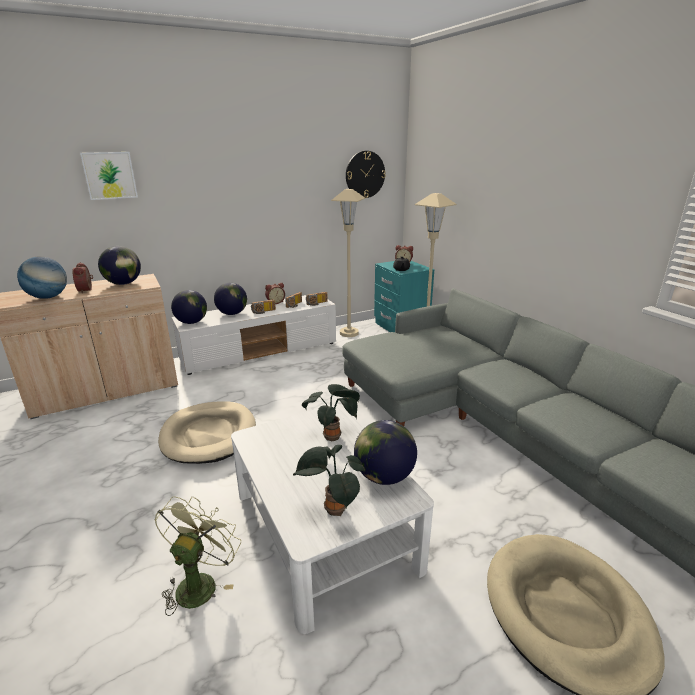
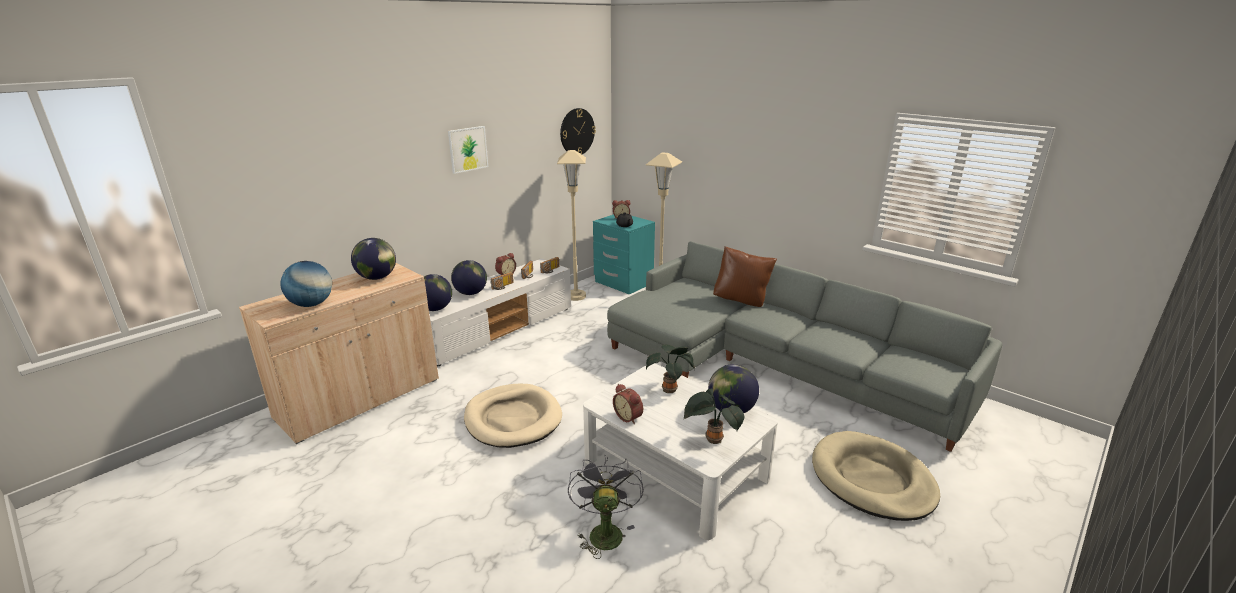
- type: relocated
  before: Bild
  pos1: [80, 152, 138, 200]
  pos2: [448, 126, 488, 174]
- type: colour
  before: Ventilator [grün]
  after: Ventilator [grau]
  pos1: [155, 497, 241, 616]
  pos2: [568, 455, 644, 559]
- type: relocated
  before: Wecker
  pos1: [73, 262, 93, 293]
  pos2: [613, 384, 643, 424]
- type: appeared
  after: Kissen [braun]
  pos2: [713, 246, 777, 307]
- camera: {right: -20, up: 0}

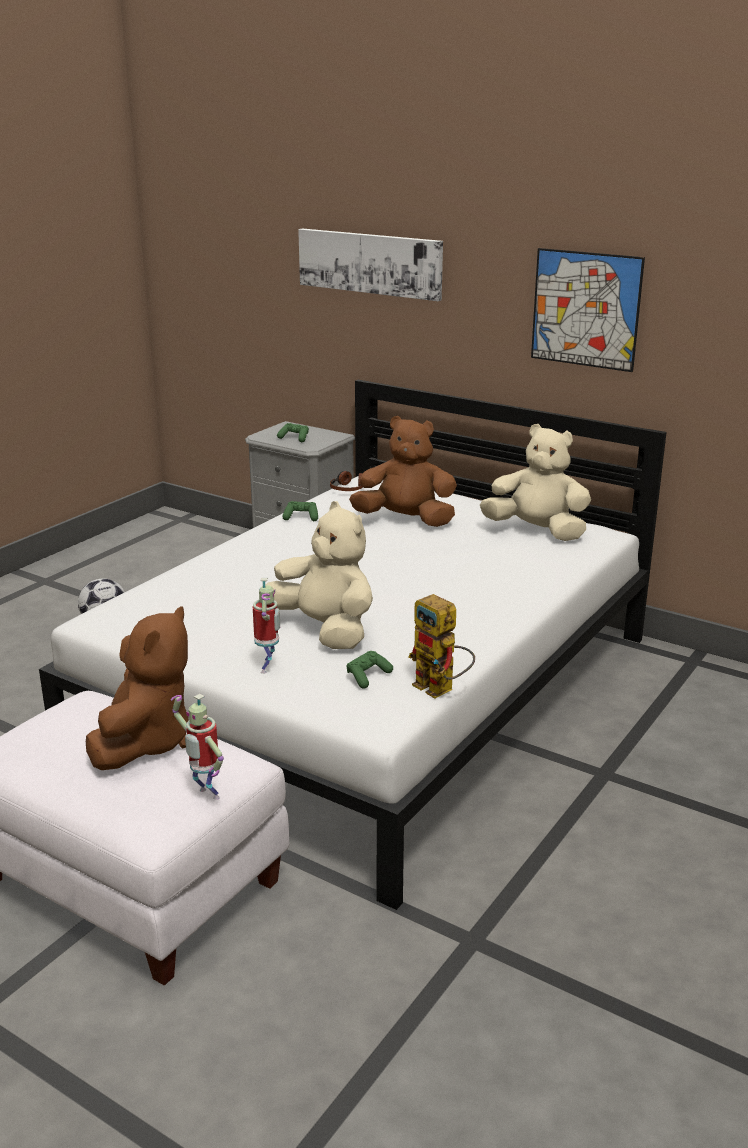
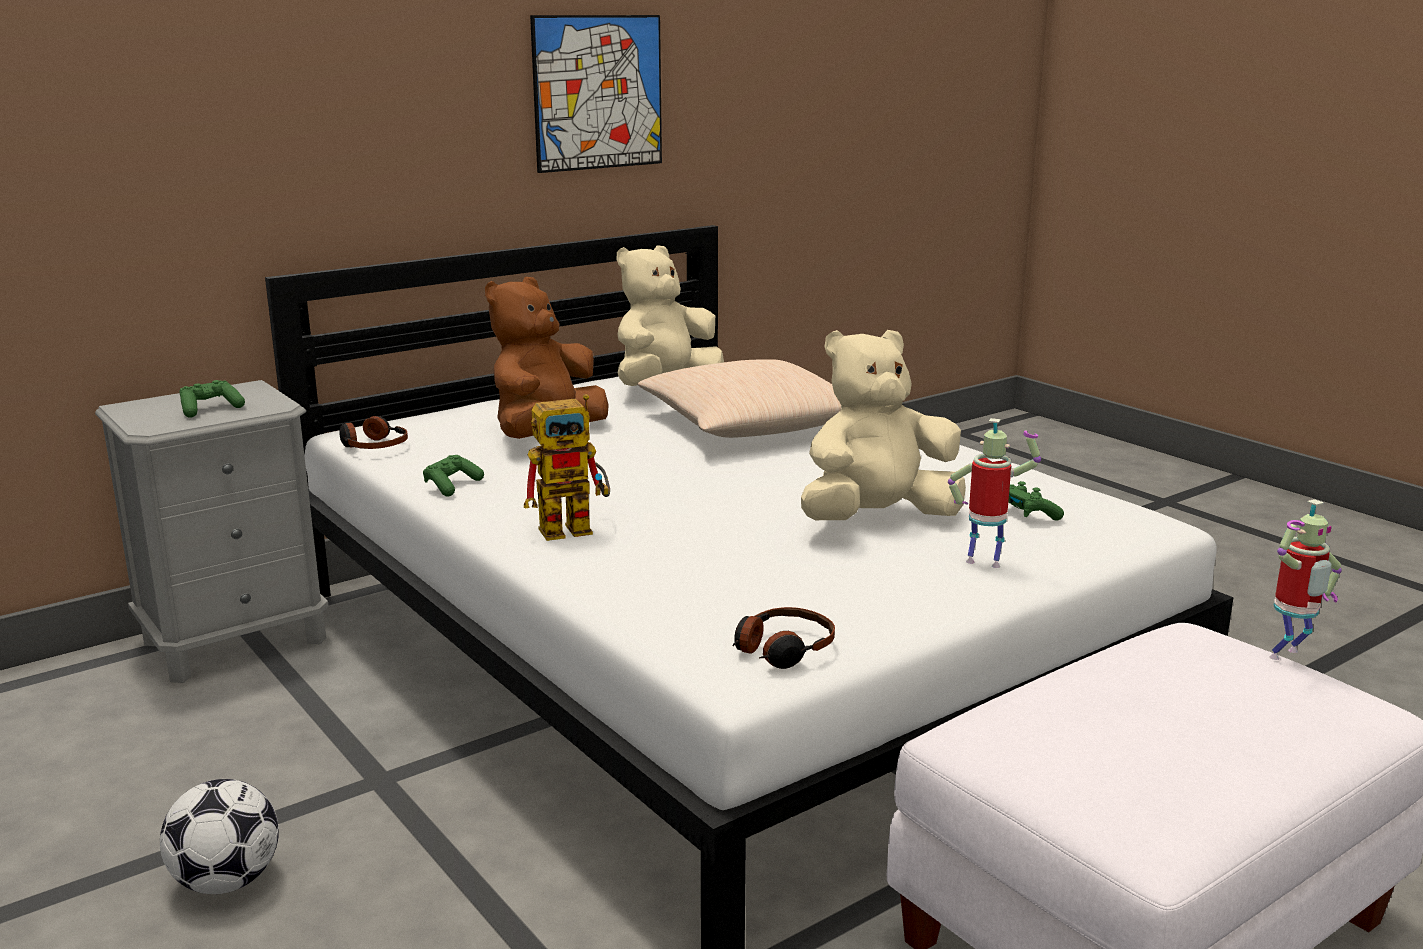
- type: relocated
  before: Spielzeugroboter
  pos1: [408, 594, 475, 698]
  pos2: [524, 394, 610, 541]
- type: appeared
  after: Kissen [beige]
  pos2: [637, 359, 841, 438]
- type: appeared
  after: Kopfhörer
  pos2: [732, 607, 835, 669]
- type: missing
  before: Plüschtier [braun]
  pos1: [86, 606, 188, 770]
- type: missing
  before: Bild
  pos1: [298, 229, 443, 301]
- camera: {right: -70, up: -5}

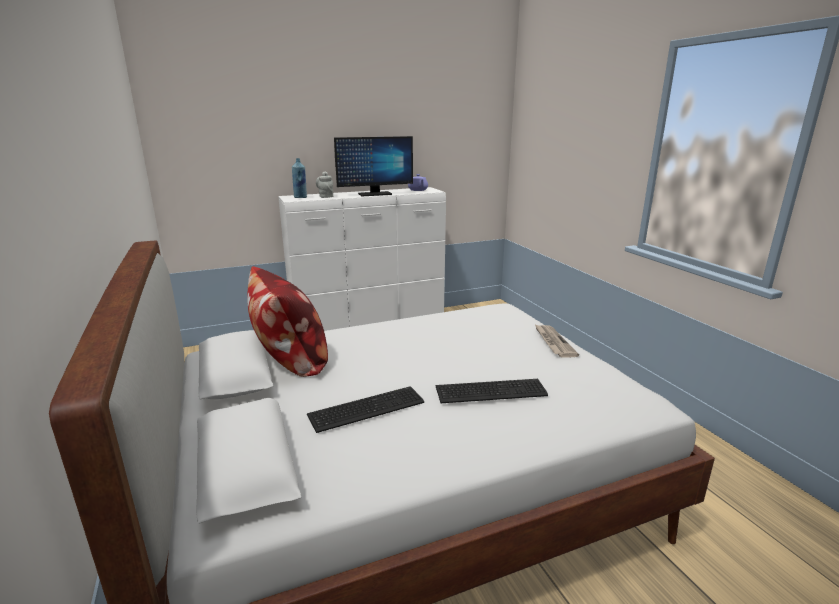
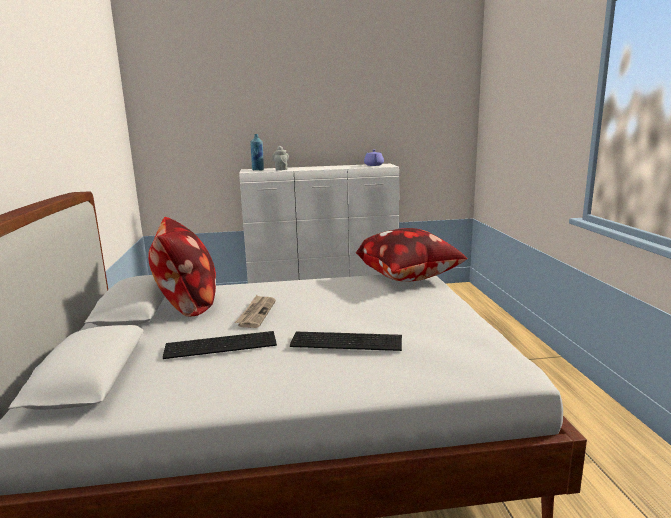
- type: relocated
  before: Zeitung
  pos1: [535, 325, 579, 358]
  pos2: [235, 295, 276, 328]
- type: appeared
  after: Kissen
  pos2: [356, 228, 467, 282]
- type: missing
  before: Monitor
  pos1: [334, 136, 413, 196]
- camera: {right: 15, up: -5}

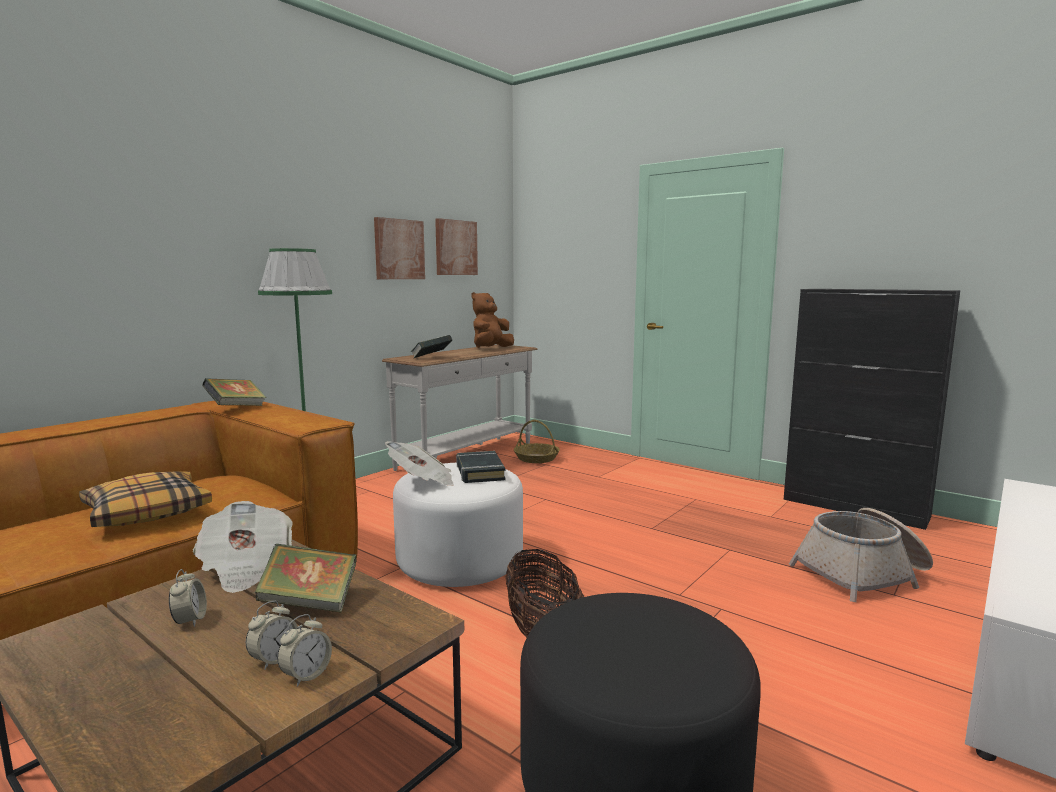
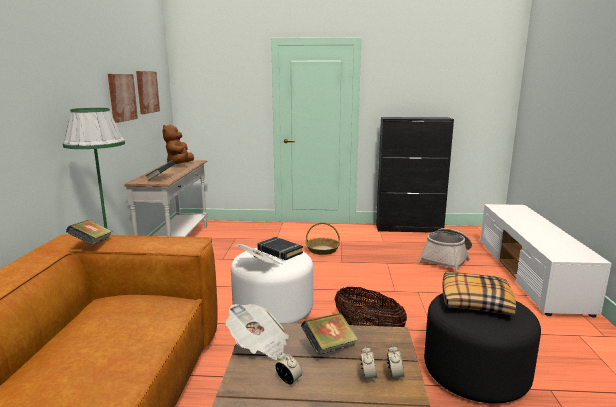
- type: relocated
  before: Korb
  pos1: [514, 420, 560, 463]
  pos2: [306, 223, 340, 255]
- type: relocated
  before: Kissen
  pos1: [79, 472, 212, 527]
  pos2: [442, 272, 516, 316]
- camera: {right: -35, up: 5}

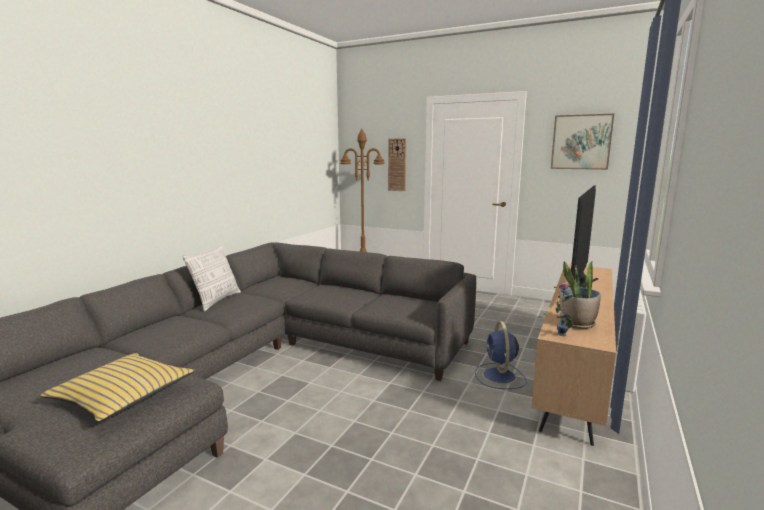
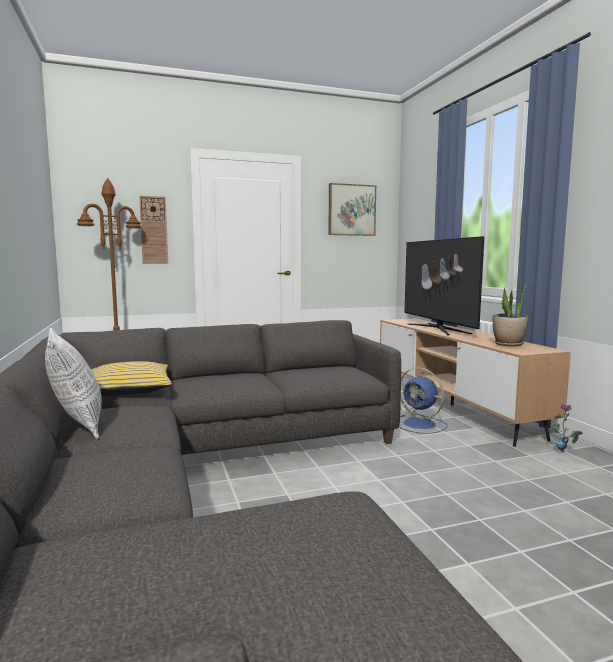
- type: relocated
  before: Kissen [gelb]
  pos1: [40, 353, 195, 422]
  pos2: [91, 361, 172, 396]
- type: relocated
  before: Vase
  pos1: [556, 283, 574, 336]
  pos2: [551, 404, 583, 453]
- camera: {right: -45, up: -5}

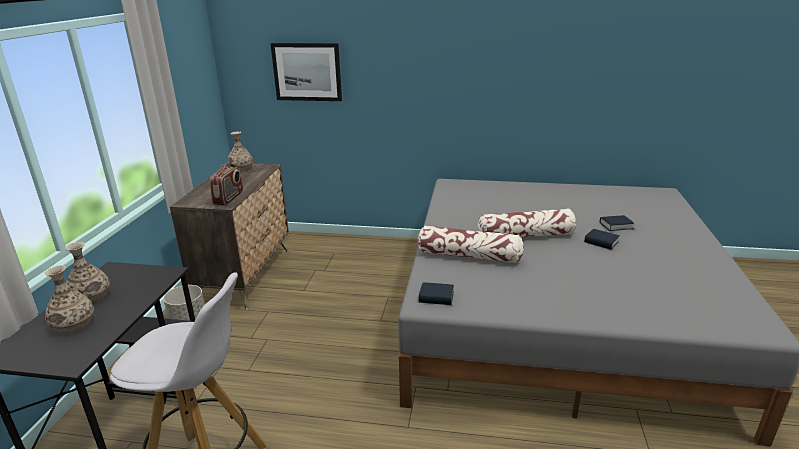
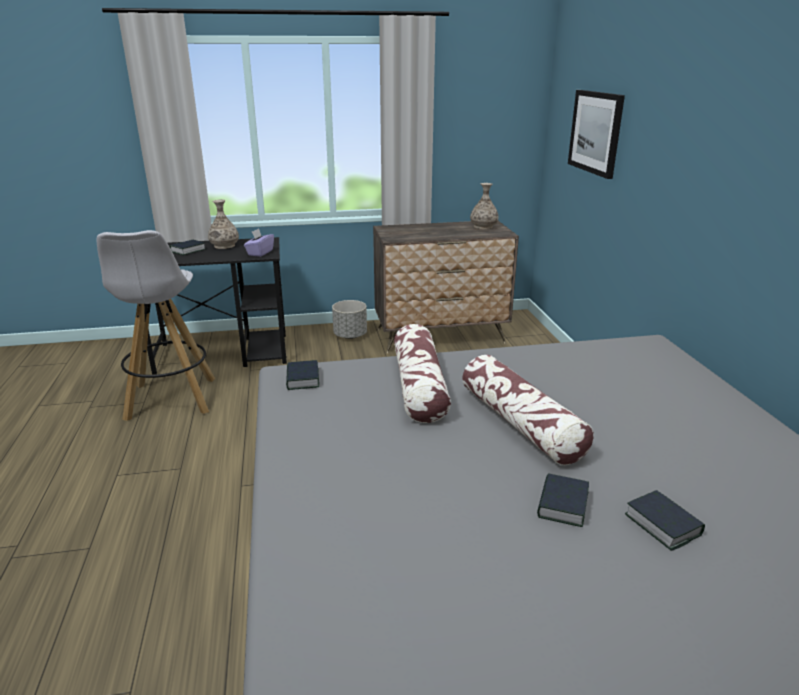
- type: exchanged
  before: Vase
  after: Buch
  pos1: [45, 265, 94, 334]
  pos2: [170, 240, 206, 255]
- type: appeared
  after: Taschentuchbox [lila]
  pos2: [244, 229, 274, 257]
- type: missing
  before: Radio
  pos1: [210, 163, 243, 205]
- camera: {right: 70, up: 0}

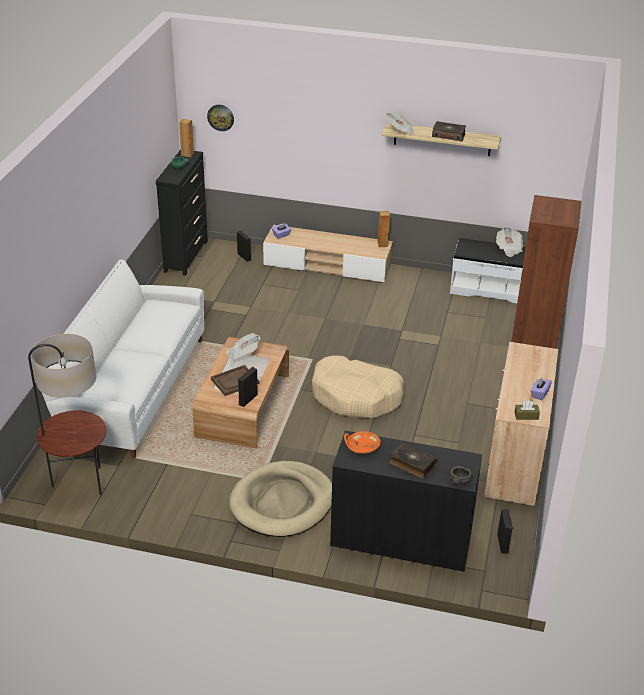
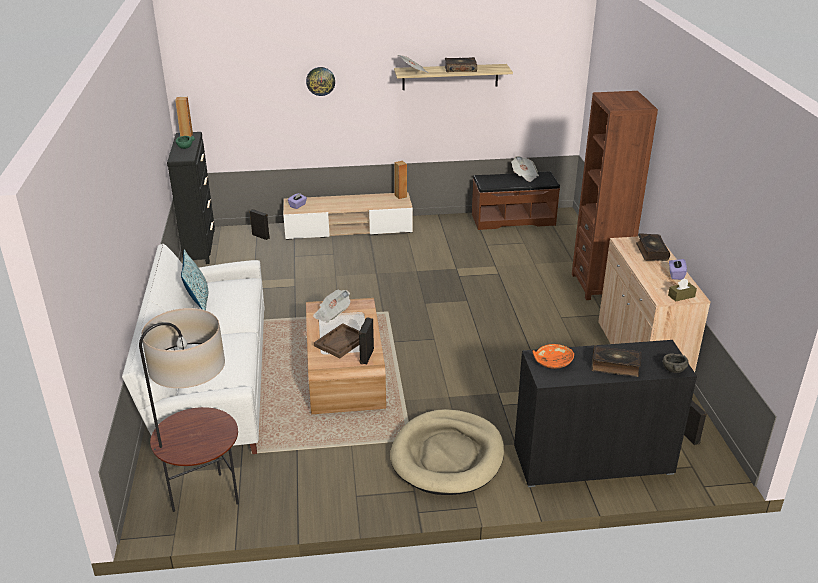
- type: appeared
  after: Kissen
  pos2: [181, 249, 208, 311]
- type: relocated
  before: Wanduhr
  pos1: [207, 105, 234, 131]
  pos2: [306, 67, 335, 96]
- type: colour
  before: Bank [weiß]
  after: Bank [braun]
  pos1: [450, 238, 526, 303]
  pos2: [472, 171, 560, 230]
- type: appeared
  after: Buch
  pos2: [636, 233, 670, 261]
- type: missing
  before: Hundebett [beige]
  pos1: [312, 355, 404, 419]
- camera: {right: -20, up: -5}

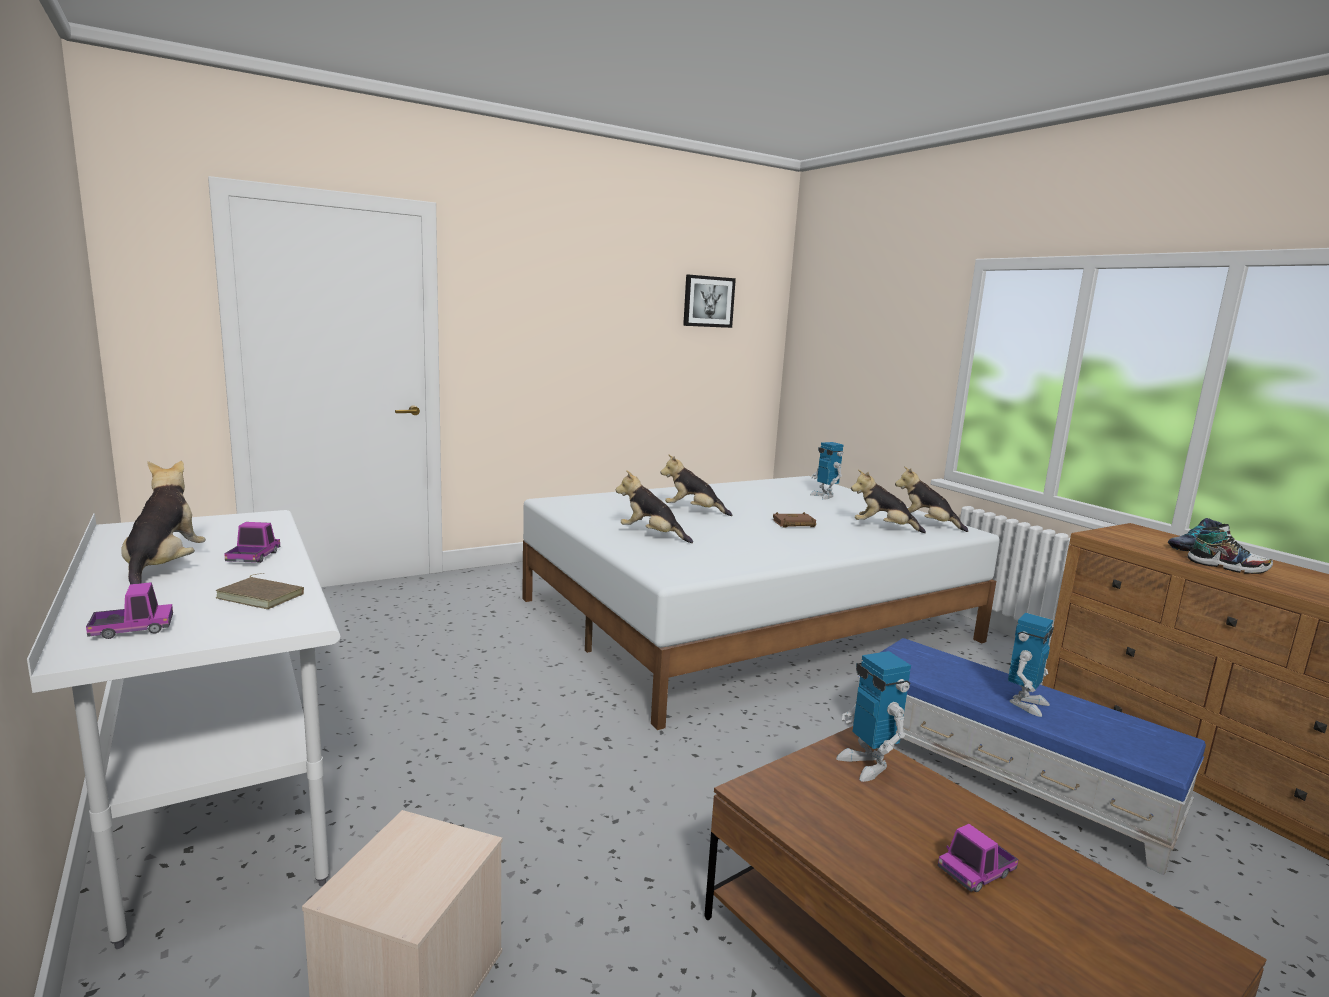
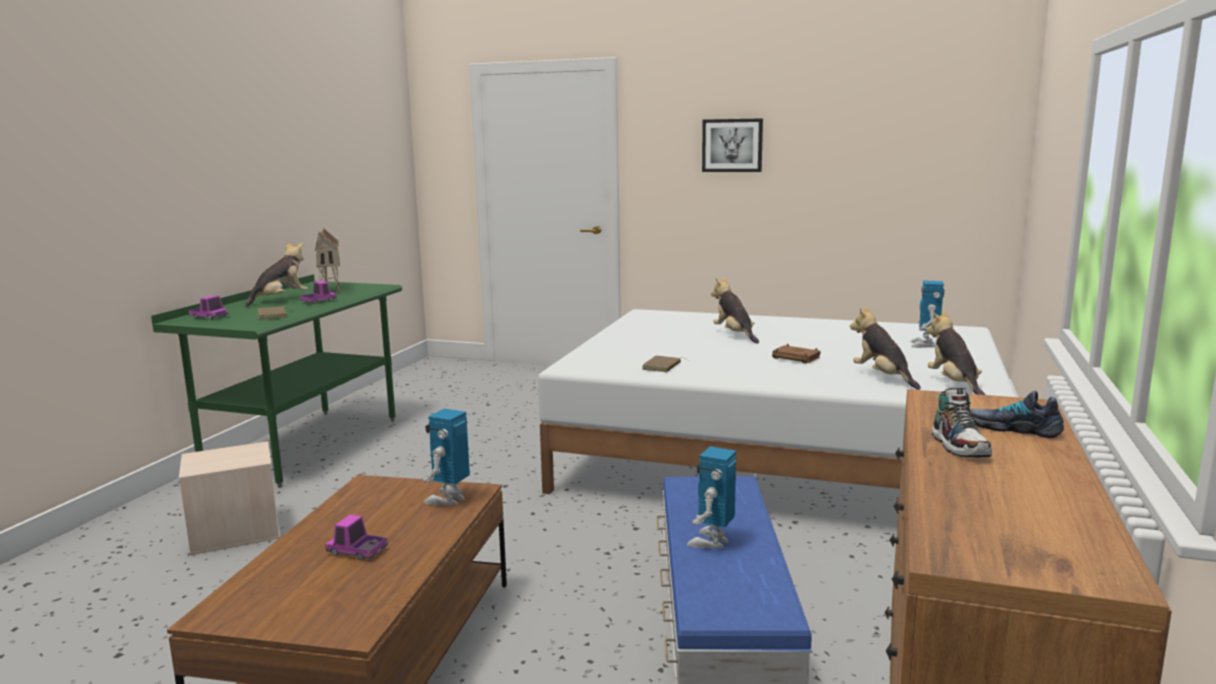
- type: colour
  before: Schreibtisch [weiß]
  after: Schreibtisch [grün]
  pos1: [27, 510, 340, 949]
  pos2: [151, 274, 402, 488]
- type: appeared
  after: Spielzeughaus
  pos2: [315, 228, 341, 292]
- type: appeared
  after: Buch [braun]
  pos2: [642, 355, 688, 372]
- type: spun
  before: Spielzeugroboter
  pos1: [1008, 613, 1054, 717]
  pos2: [687, 446, 736, 548]
  turn: 120
- type: relocated
  before: Bild
  pos1: [683, 275, 736, 328]
  pos2: [702, 118, 763, 172]
- type: missing
  before: Plüschtier
  pos1: [616, 470, 693, 543]
- camera: {right: 50, up: 0}

